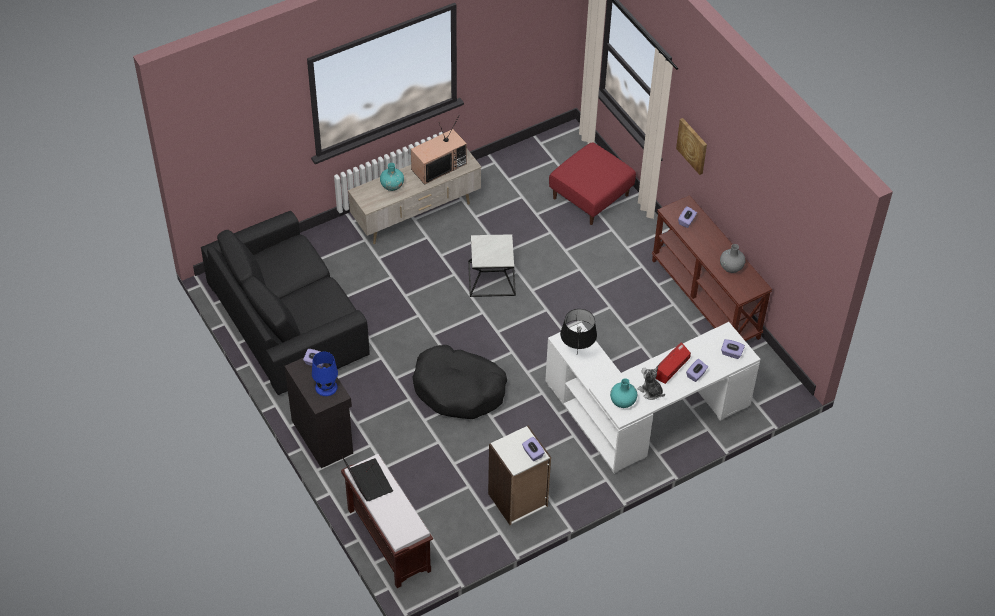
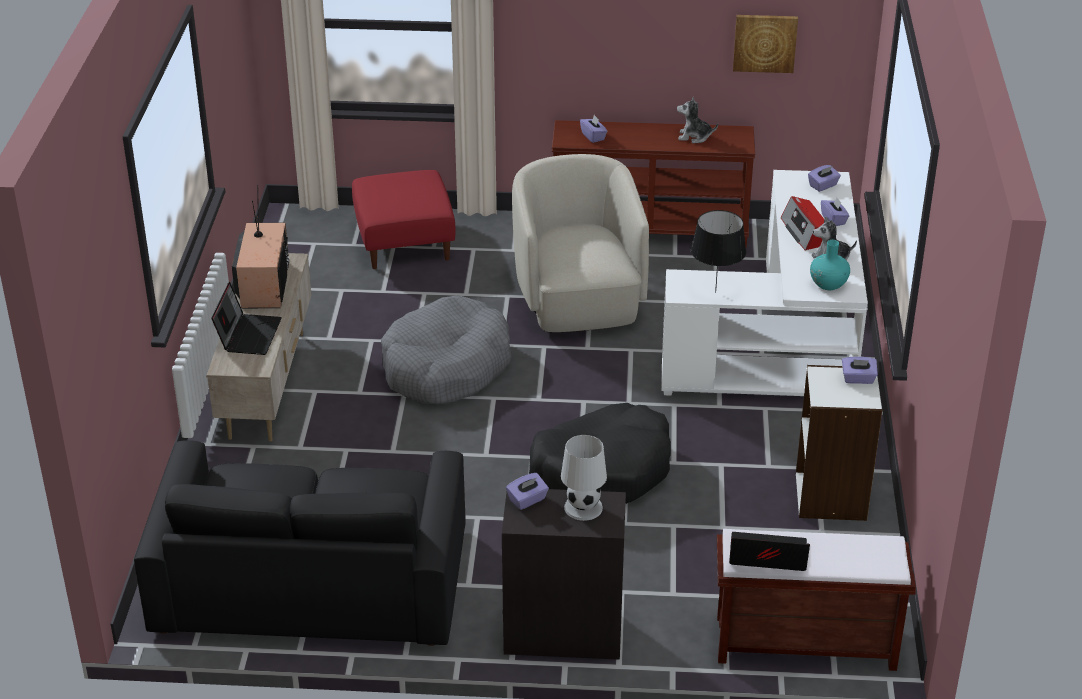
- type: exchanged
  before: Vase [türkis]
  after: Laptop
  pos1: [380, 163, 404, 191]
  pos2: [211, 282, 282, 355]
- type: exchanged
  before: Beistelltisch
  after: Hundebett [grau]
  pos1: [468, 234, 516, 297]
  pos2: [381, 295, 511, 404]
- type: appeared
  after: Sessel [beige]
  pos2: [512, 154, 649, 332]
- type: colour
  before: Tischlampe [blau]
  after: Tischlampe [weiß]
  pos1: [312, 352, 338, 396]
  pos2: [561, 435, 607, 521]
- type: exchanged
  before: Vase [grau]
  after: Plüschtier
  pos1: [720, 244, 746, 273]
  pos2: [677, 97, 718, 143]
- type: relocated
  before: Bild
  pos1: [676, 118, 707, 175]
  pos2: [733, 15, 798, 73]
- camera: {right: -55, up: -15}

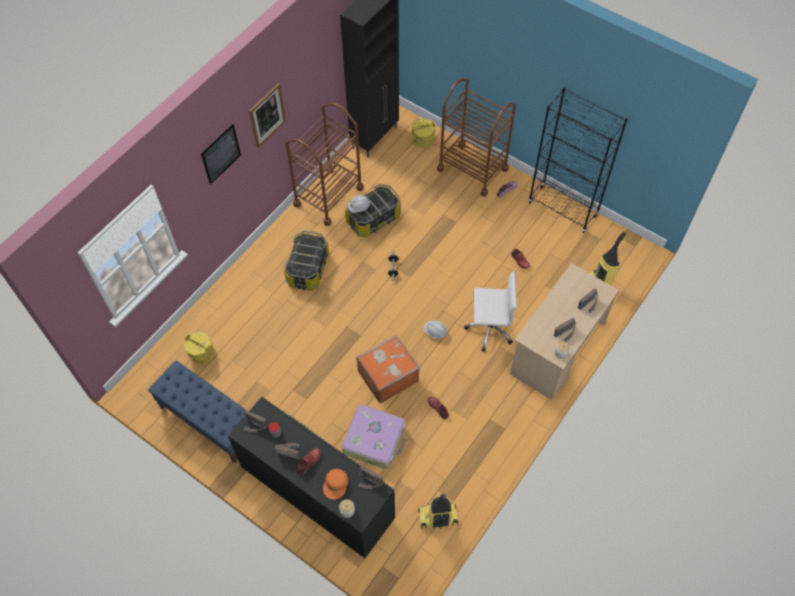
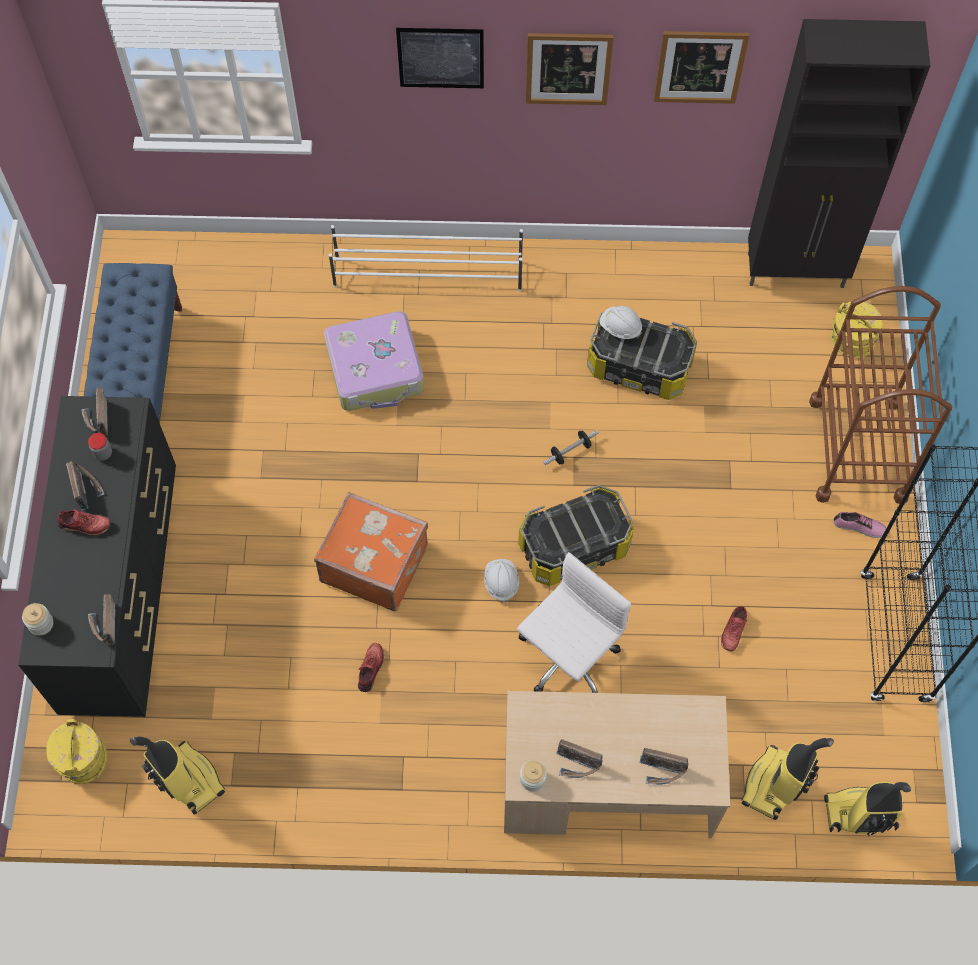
- type: relocated
  before: Eimer [gelb]
  pos1: [184, 332, 215, 364]
  pos2: [46, 719, 107, 784]
- type: relocated
  before: Koffer
  pos1: [342, 405, 406, 469]
  pos2: [324, 311, 424, 411]
- type: appeared
  after: Schuhregal [weiß]
  pos2: [329, 225, 523, 292]
- type: spun
  before: Bürostuhl [weiß]
  pos1: [464, 271, 517, 352]
  pos2: [517, 552, 631, 693]
  turn: -105
- type: relocated
  before: Aufbewahrungsbox
  pos1: [284, 231, 329, 291]
  pos2: [518, 485, 634, 586]
- type: appeared
  after: Bild
  pos2: [654, 31, 750, 104]
- type: appeared
  after: Staubsauger
  pos2: [824, 782, 911, 836]
- type: missing
  before: Rollwagen [braun]
  pos1: [285, 103, 364, 226]
- type: missing
  before: Kappe [orange]
  pos1: [323, 469, 348, 500]
- camera: {right: 55, up: 5}

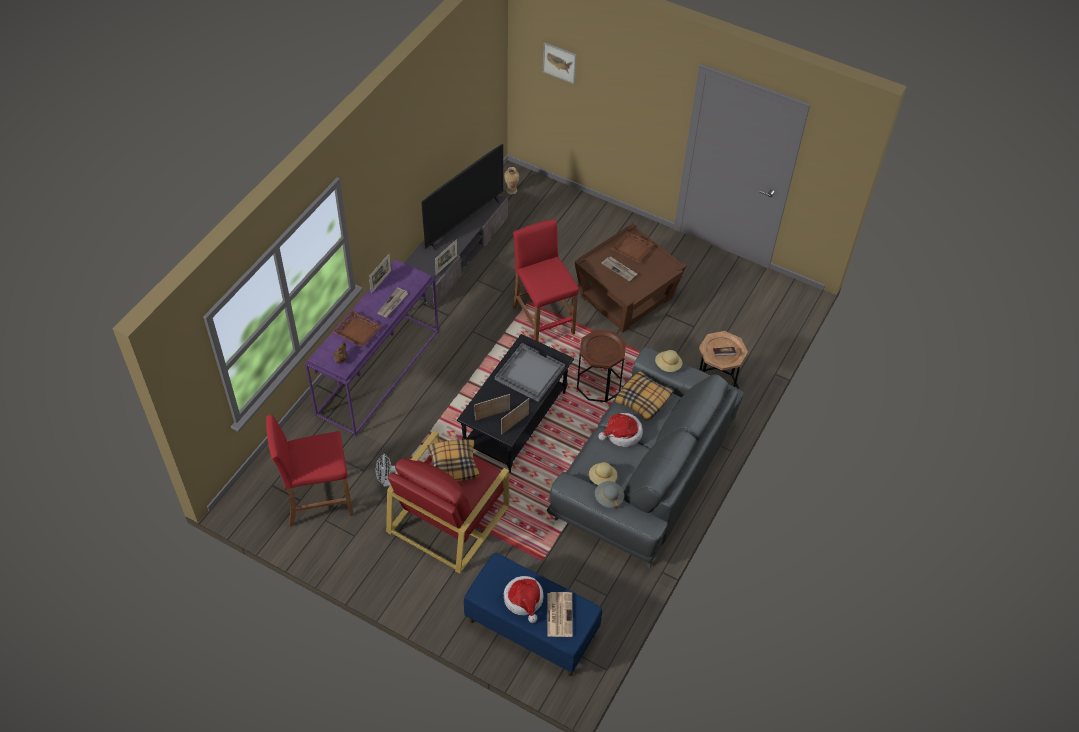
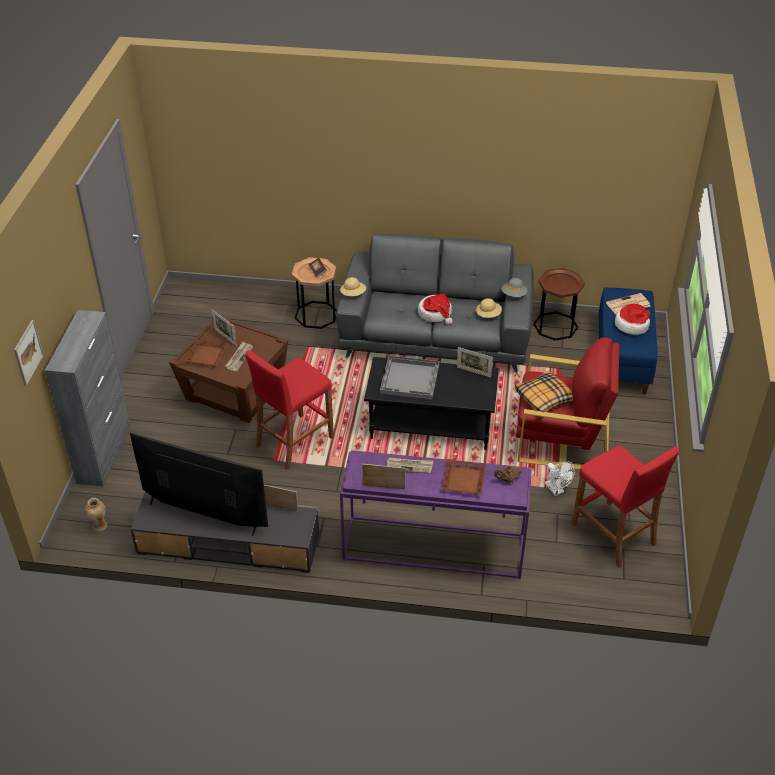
- type: appeared
  after: Schrank [grau]
  pos2: [45, 310, 130, 487]
- type: relocated
  before: Bilderrahmen
  pos1: [475, 394, 510, 420]
  pos2: [212, 310, 237, 346]
- type: relocated
  before: Beistelltisch [braun]
  pos1: [577, 329, 626, 402]
  pos2: [533, 268, 585, 340]
- type: missing
  before: Kissen
  pos1: [615, 371, 673, 421]
- camera: {right: -110, up: -10}

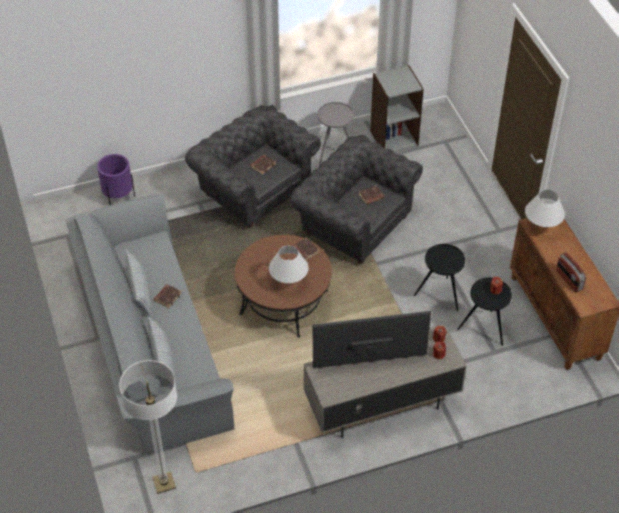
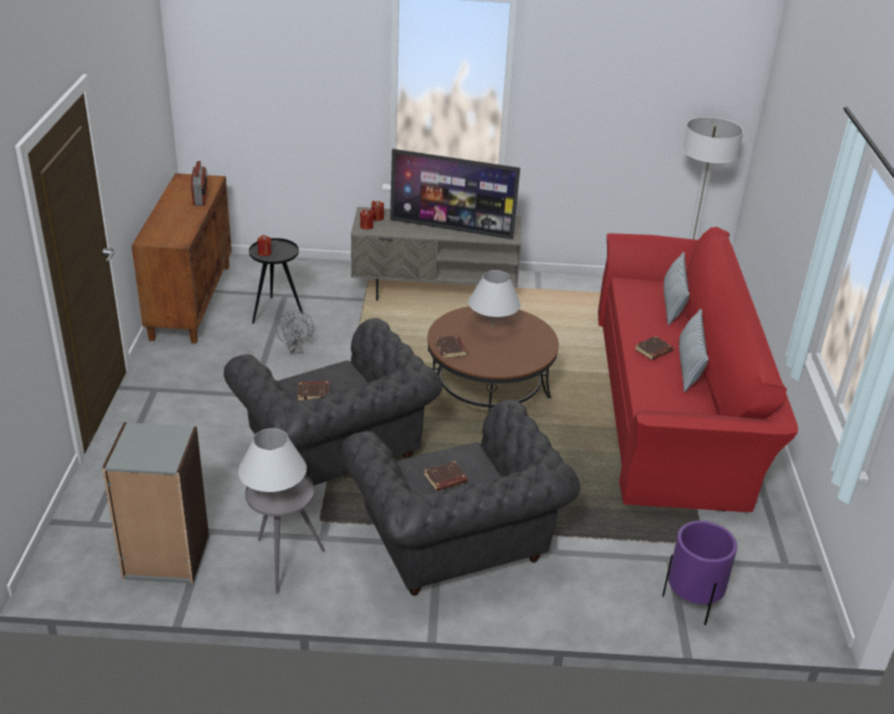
- type: relocated
  before: Tischlampe [weiß]
  pos1: [525, 190, 565, 227]
  pos2: [238, 428, 307, 498]
- type: exchanged
  before: Beistelltisch [schwarz]
  after: Ventilator [grau]
  pos1: [414, 244, 465, 311]
  pos2: [276, 311, 314, 354]
- type: colour
  before: Sofa [grau]
  after: Sofa [rot]
  pos1: [65, 193, 235, 454]
  pos2: [598, 227, 798, 512]
- camera: {right: -160, up: -15}

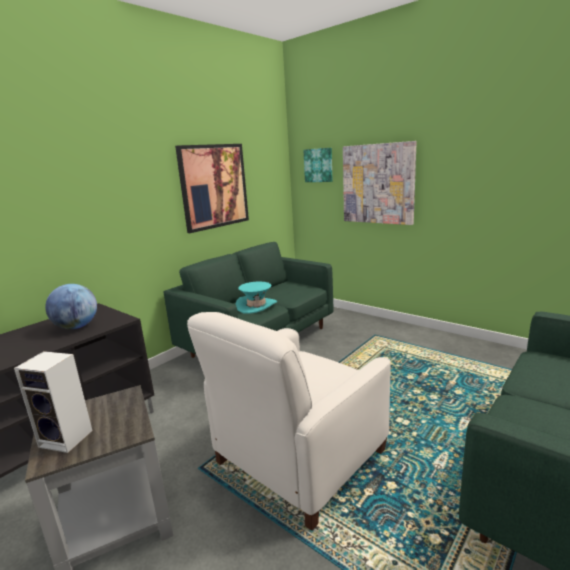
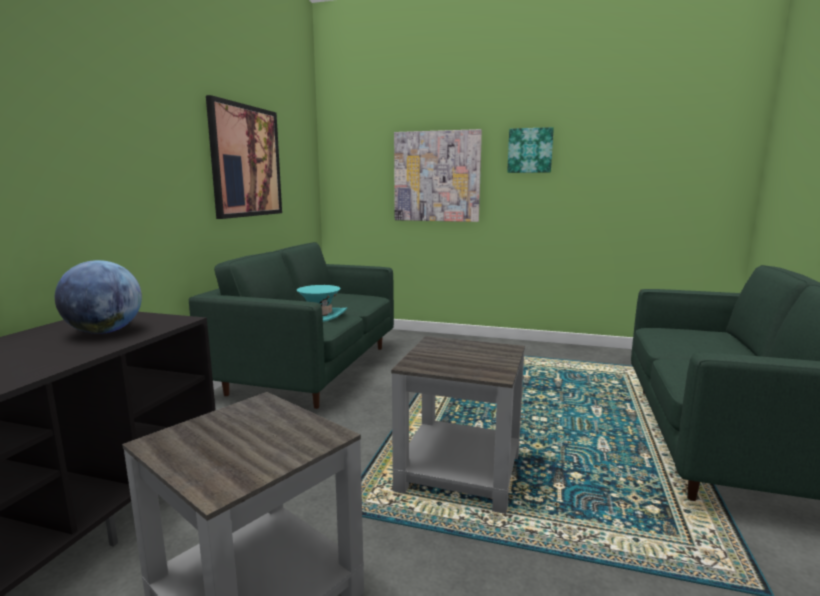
- type: exchanged
  before: Sessel [weiß]
  after: Beistelltisch [grau]
  pos1: [187, 312, 391, 531]
  pos2: [391, 336, 525, 514]
- type: relocated
  before: Bild
  pos1: [303, 148, 333, 182]
  pos2: [507, 127, 554, 173]
- type: missing
  before: Lautsprecher
  pos1: [14, 351, 93, 453]
- camera: {right: -25, up: -5}

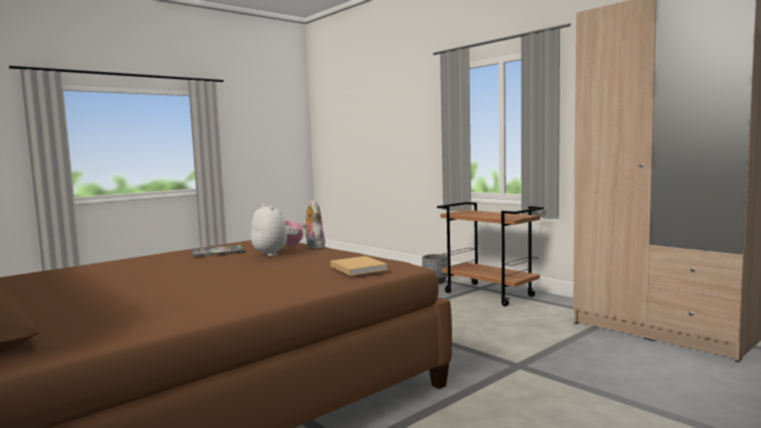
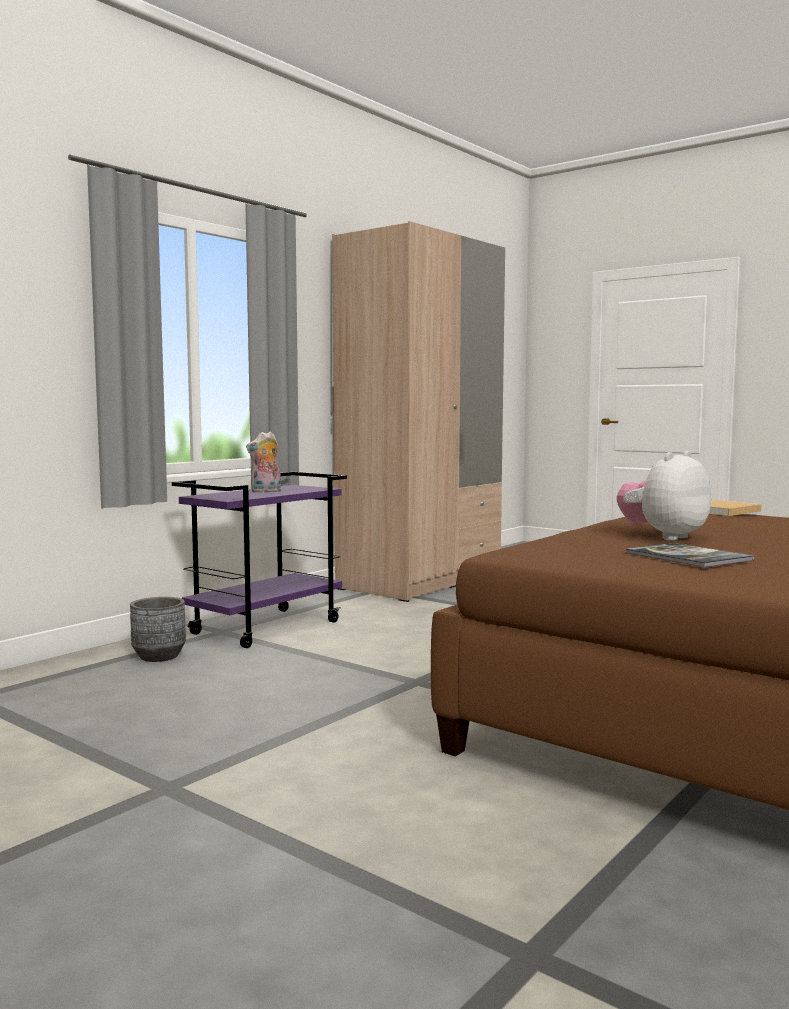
- type: colour
  before: Rollwagen [braun]
  after: Rollwagen [lila]
  pos1: [437, 202, 544, 306]
  pos2: [172, 472, 347, 648]
- type: relocated
  before: Plüschtier
  pos1: [303, 200, 325, 249]
  pos2: [246, 432, 281, 493]
- camera: {right: -100, up: 0}

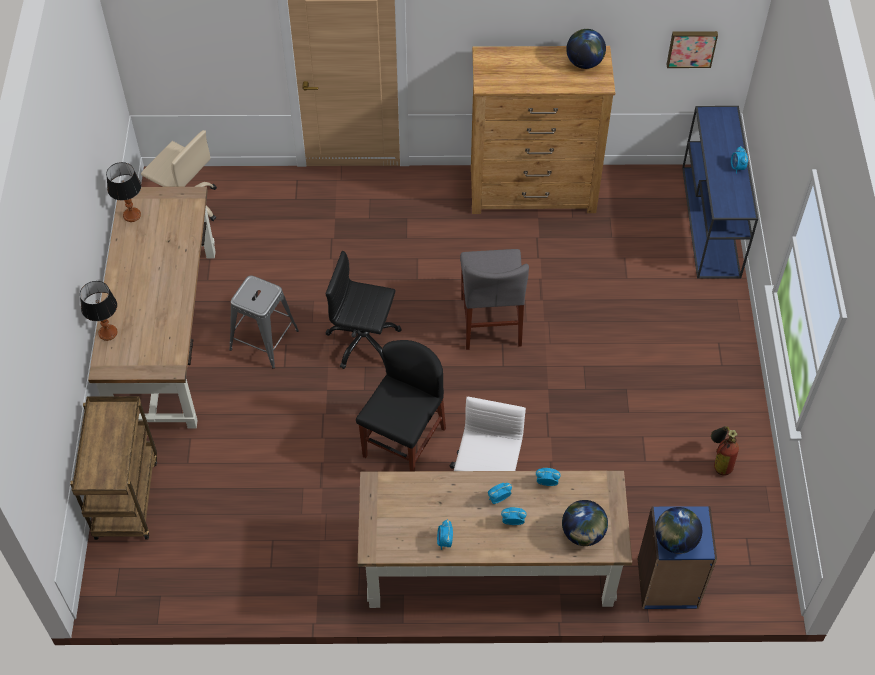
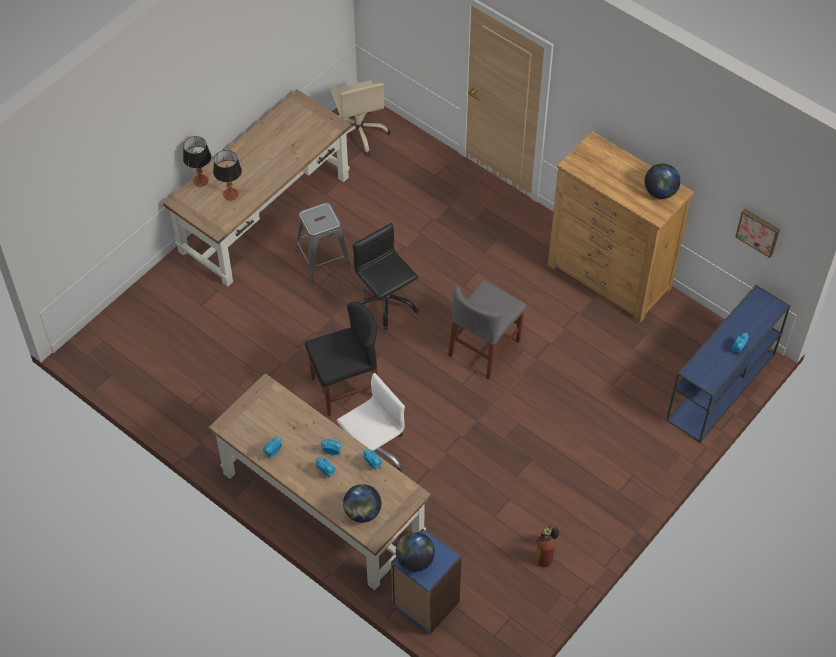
- type: relocated
  before: Tischlampe
  pos1: [106, 162, 141, 222]
  pos2: [213, 150, 242, 201]
- type: missing
  before: Rollwagen [braun]
  pos1: [70, 396, 157, 540]
- camera: {right: 40, up: 0}

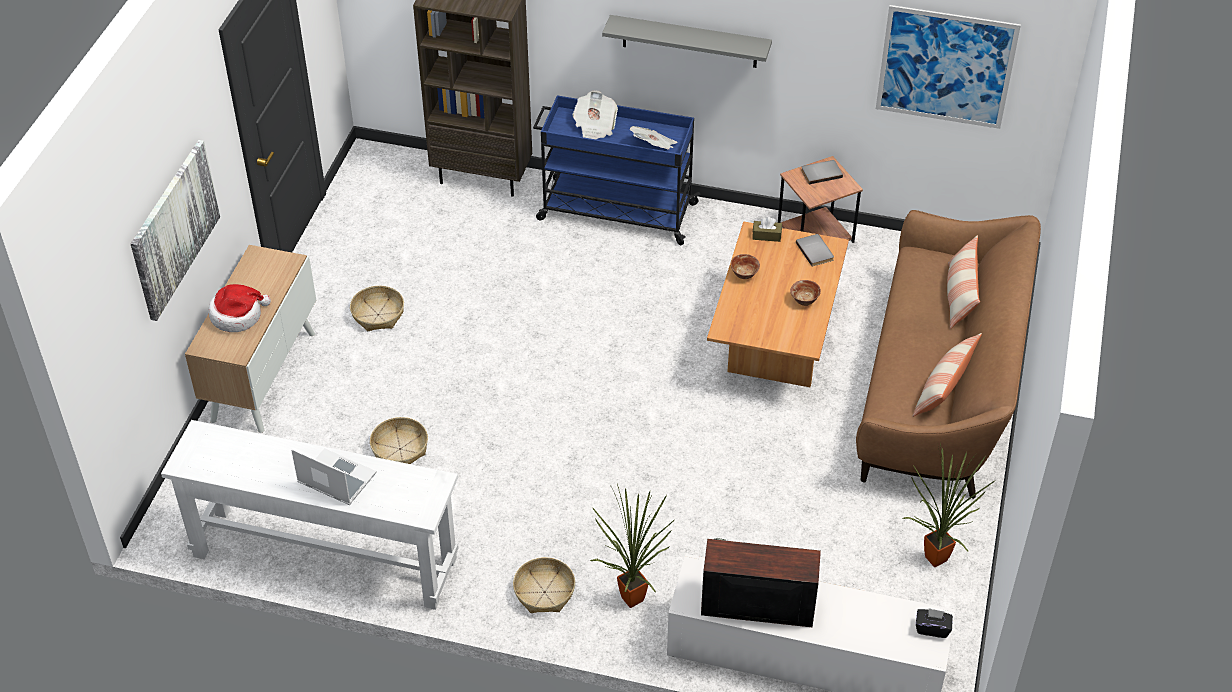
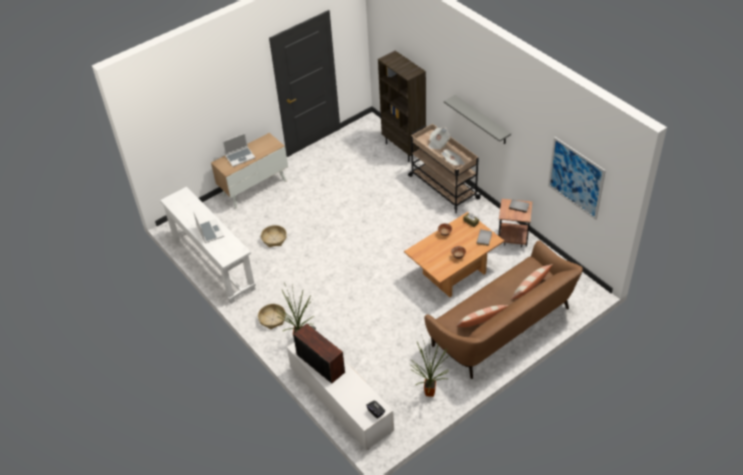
- type: exchanged
  before: Hut
  after: Laptop
  pos1: [209, 284, 271, 332]
  pos2: [223, 133, 255, 167]
- type: colour
  before: Rollwagen [blau]
  after: Rollwagen [beige]
  pos1: [533, 95, 701, 245]
  pos2: [408, 124, 482, 213]
- type: missing
  before: Bild
  pos1: [130, 140, 220, 321]
- type: missing
  before: Korb
  pos1: [350, 286, 404, 331]
- camera: {right: 40, up: 0}

